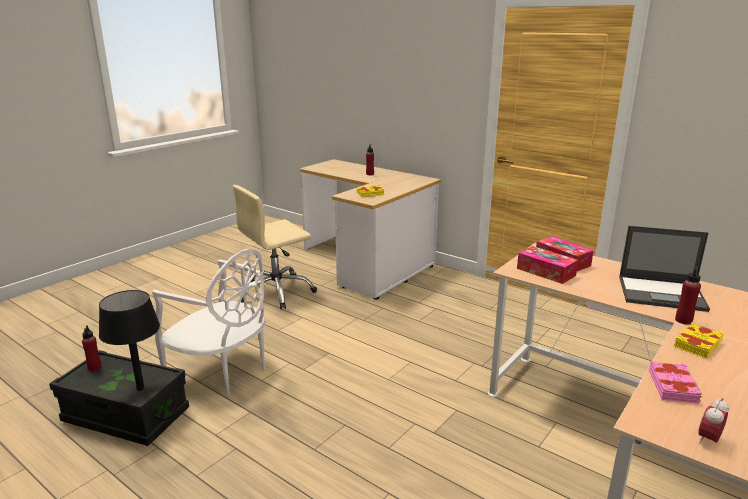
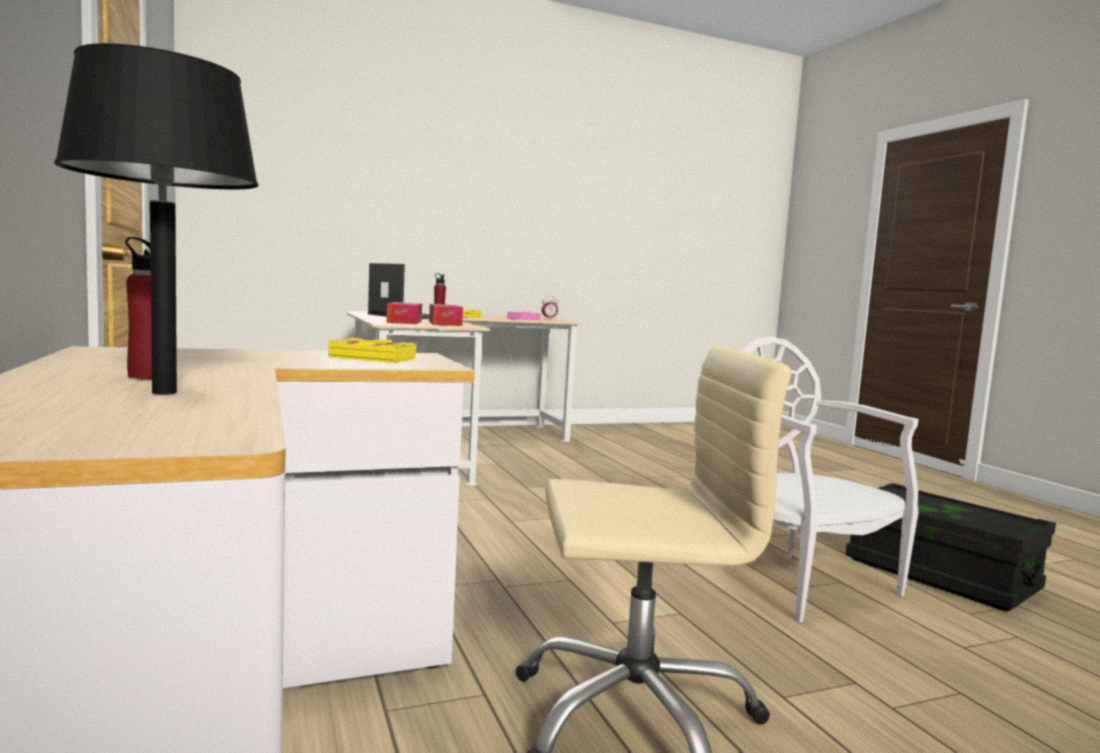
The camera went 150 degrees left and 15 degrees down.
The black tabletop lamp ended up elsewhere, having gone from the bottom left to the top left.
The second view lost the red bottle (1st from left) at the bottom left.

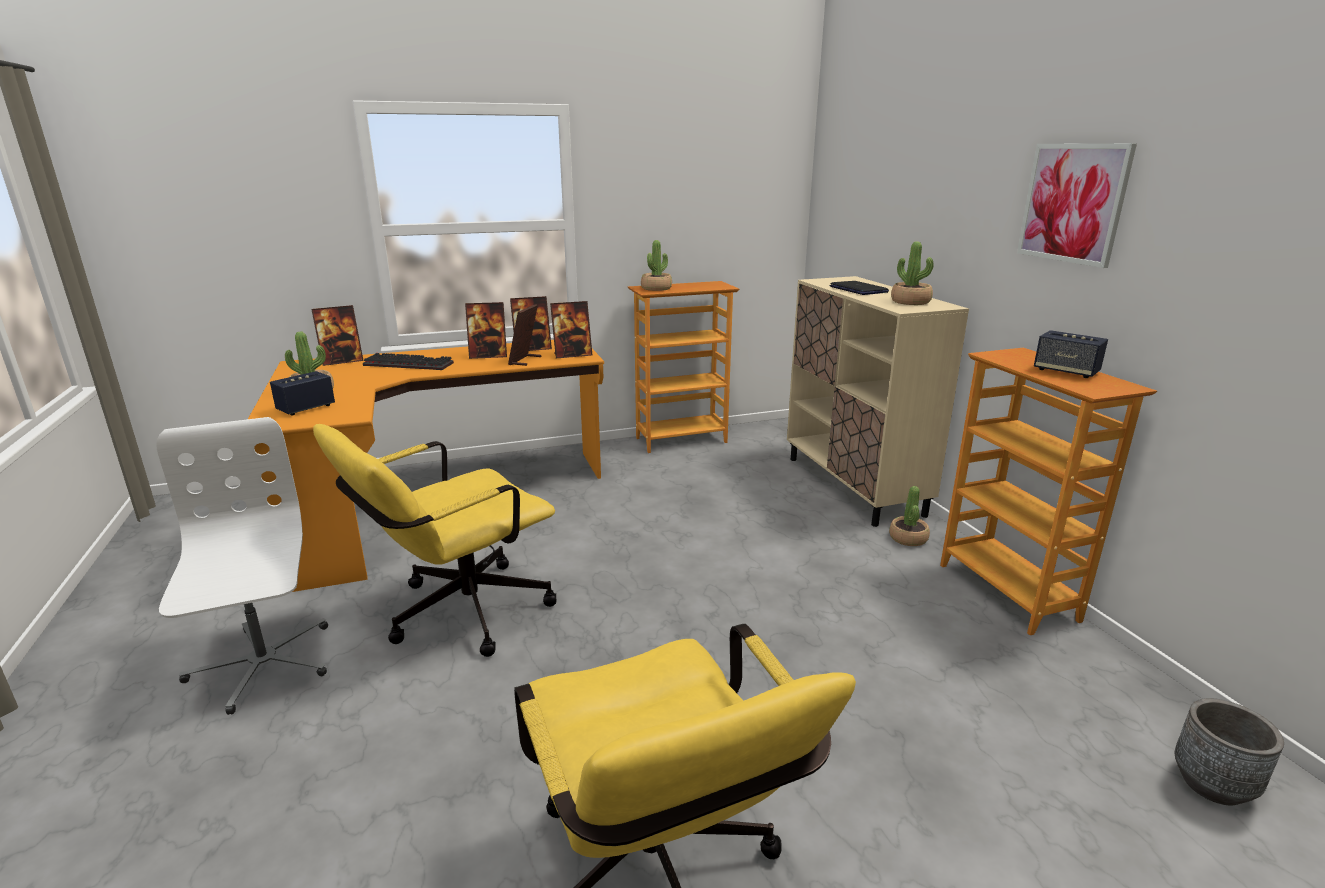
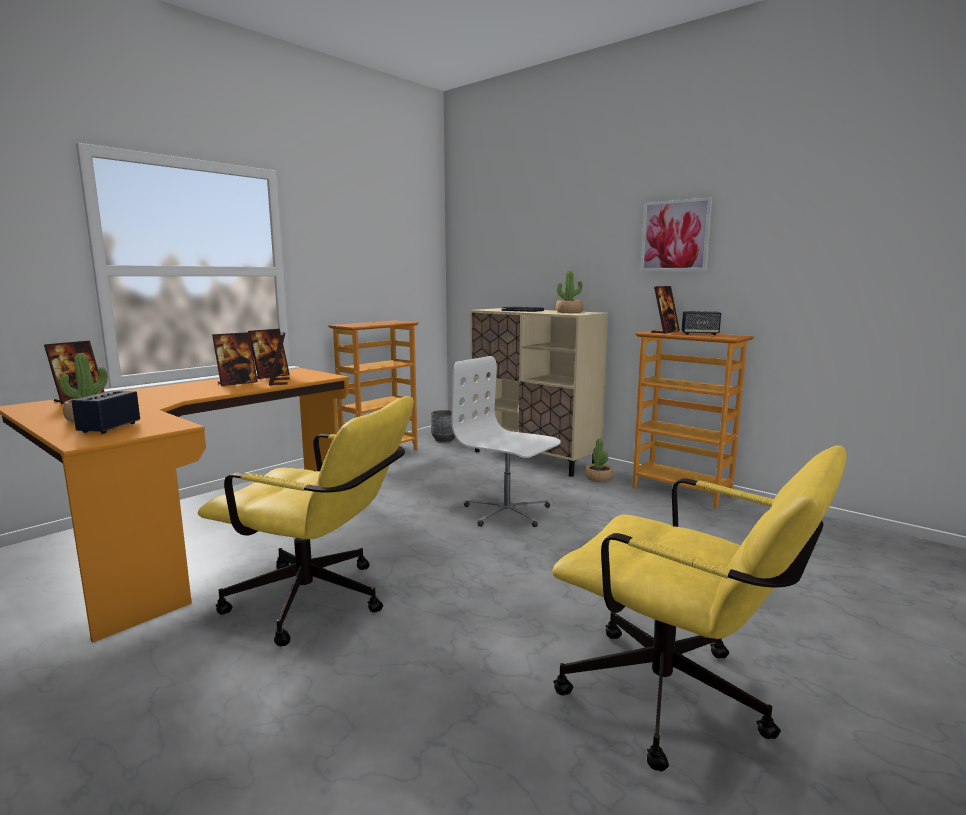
The camera went 30 degrees left and 10 degrees down.
The yellow office chair (1st from left) at the middle left ended up facing another way, 90 degrees counterclockwise from before.
The greyish planter ended up elsewhere, having gone from the bottom right to the centre.
The whitish office chair ended up elsewhere, having gone from the middle left to the centre.
The picture frame (5th from left) ended up elsewhere, having gone from the centre to the middle right.
The second view lost the computer keyboard at the middle left.
The second view lost the plant in a pot (2nd from left) at the top centre.

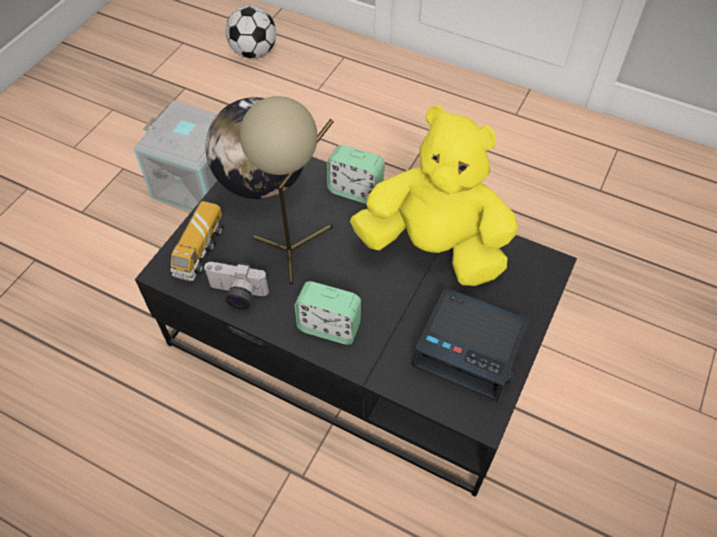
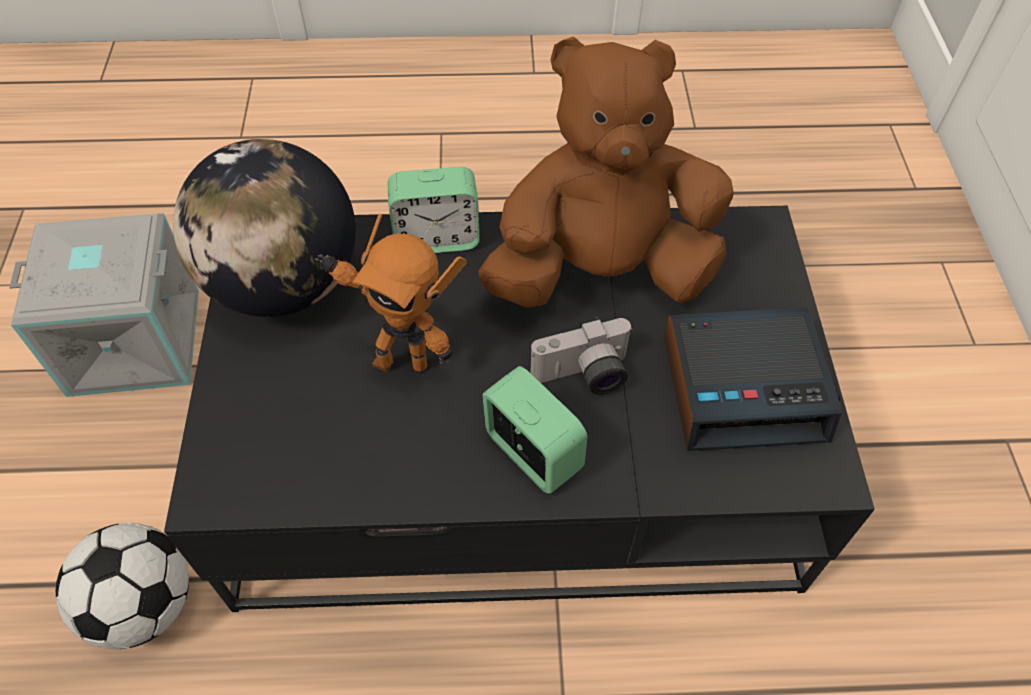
The camera went 30 degrees left and 0 degrees up.
The football ball ended up elsewhere, having gone from the top centre to the bottom left.
Where the beige-coloured tabletop lamp stood at the centre, the model robot came to stand at the centre.
What was the yellow soft toy at the centre turned into the brown soft toy at the top centre.
The bedside clock (1st from left in the first image) at the centre ended up facing another way, 120 degrees counterclockwise from before.
The photo camera ended up elsewhere, having gone from the middle left to the centre.
The second view lost the toy lorry at the middle left.

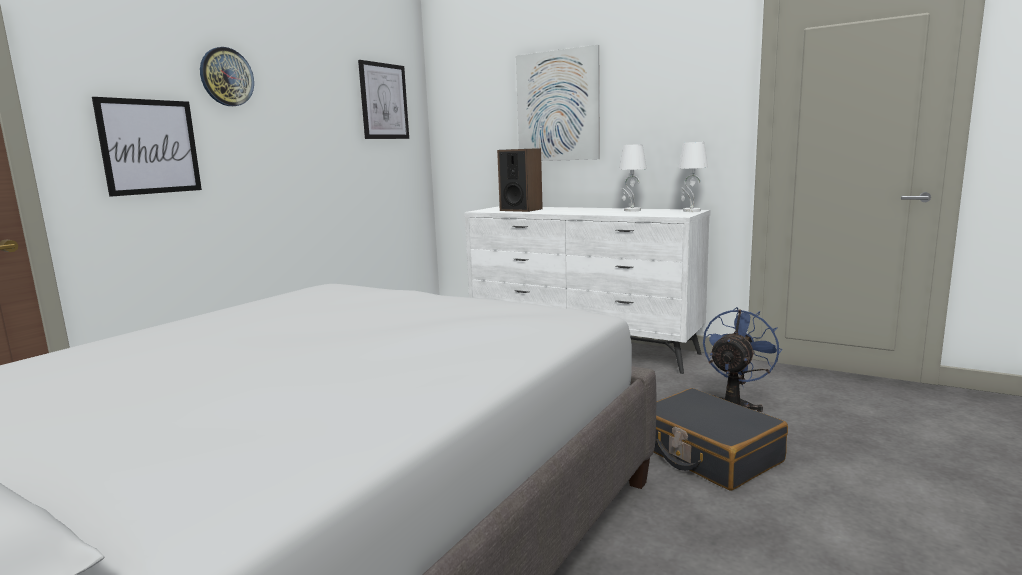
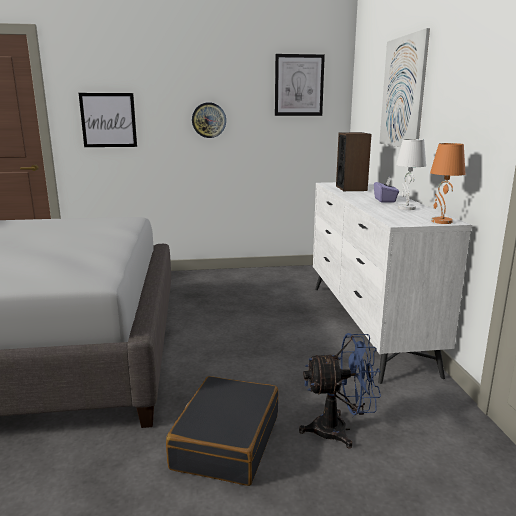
The camera went 50 degrees right and 5 degrees up.
The wall clock ended up elsewhere, having gone from the top left to the top centre.
The second view gained the purple-coloured tissue holder at the middle right.
What was the whitish tabletop lamp (2nd from left) at the top right turned into the orangey tabletop lamp at the middle right.

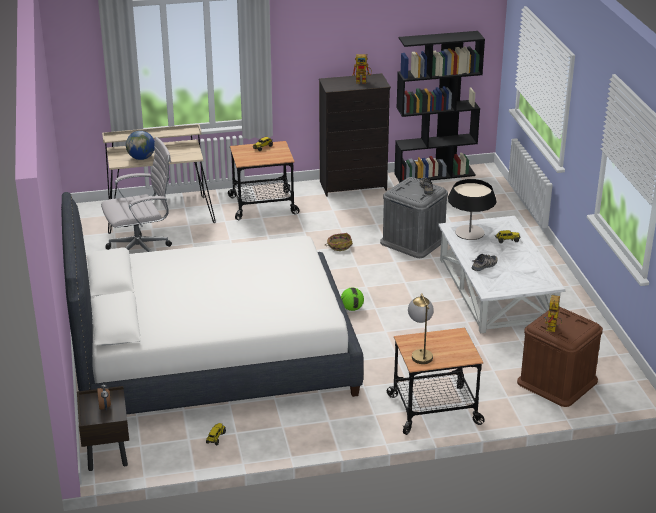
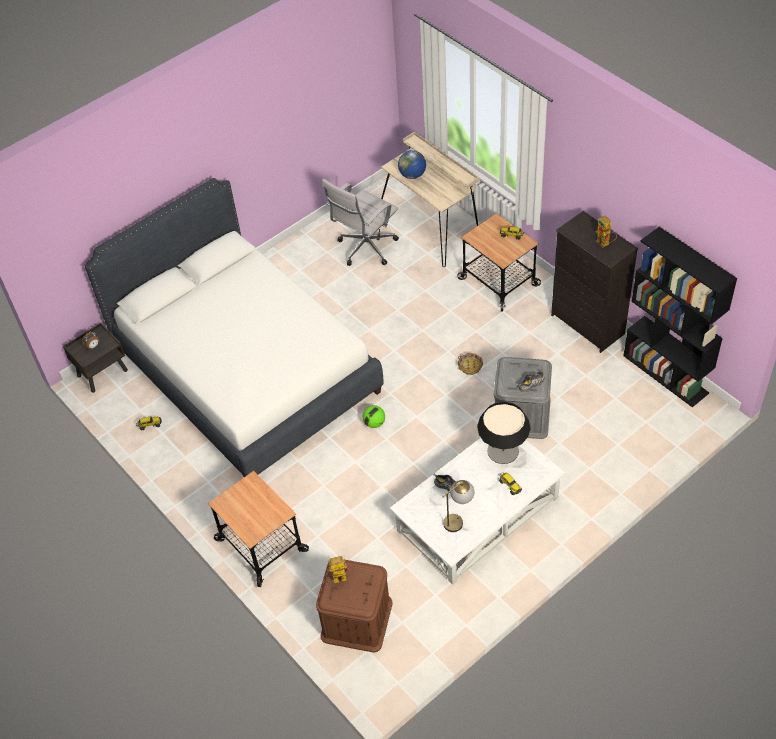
The camera went 65 degrees right and 20 degrees up.
The whitish office chair at the middle left ended up facing another way, 90 degrees clockwise from before.
The tabletop lamp (1st from left) ended up elsewhere, having gone from the centre to the bottom centre.

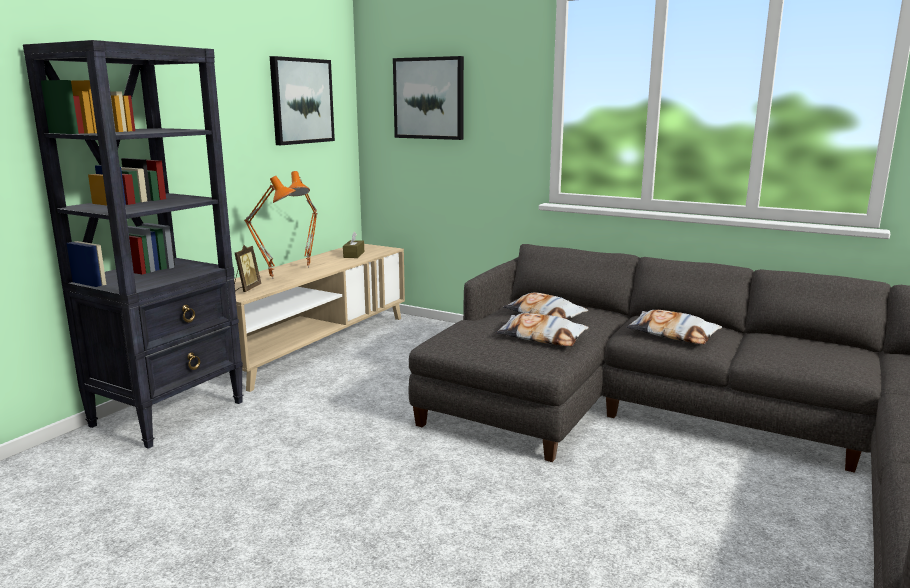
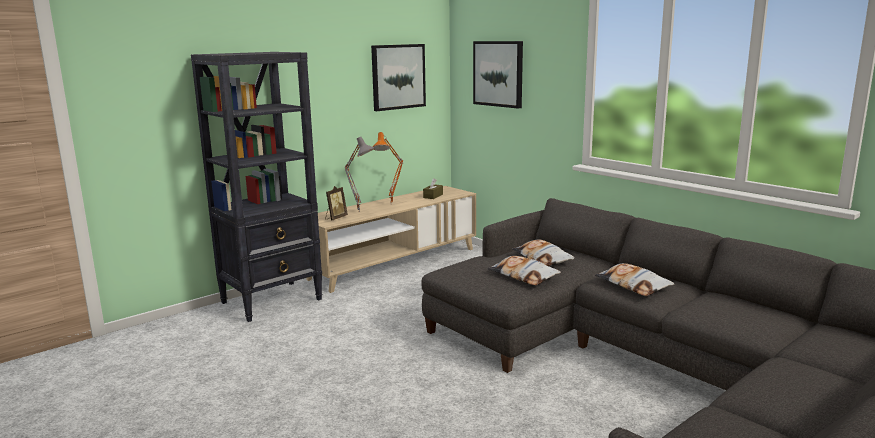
The camera went 20 degrees right and 0 degrees up.
What was the orangey tabletop lamp (1st from left) at the middle left turned into the greyish tabletop lamp at the centre.

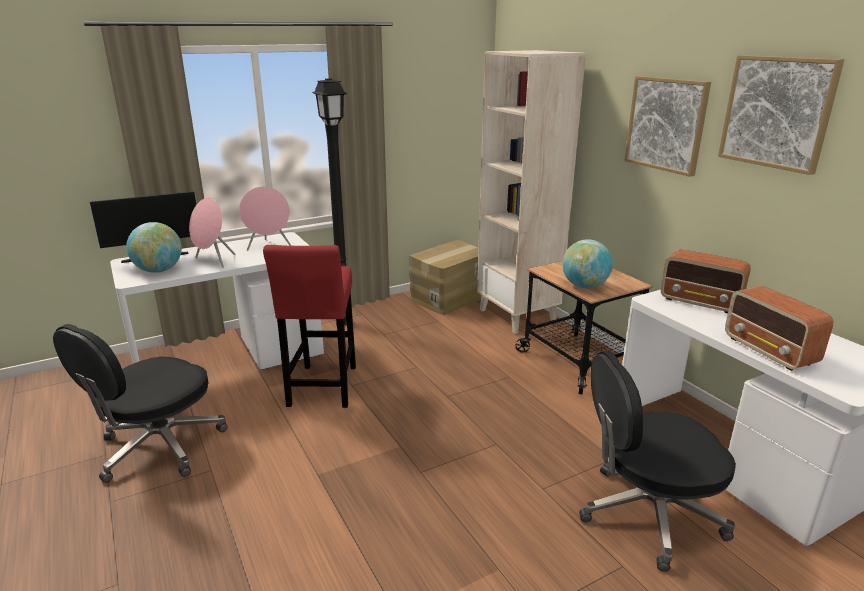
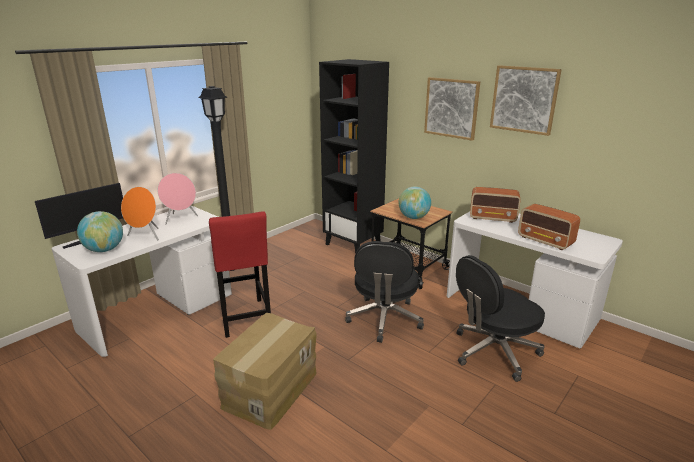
The camera went 20 degrees left and 0 degrees up.
What was the pinkish speaker (1st from left) at the middle left turned into the orangey speaker at the middle left.
The carton ended up elsewhere, having gone from the centre to the bottom centre.
What was the beige-coloured shelving unit at the top centre turned into the black shelving unit at the centre.
The black office chair (1st from left) ended up elsewhere, having gone from the bottom left to the centre.

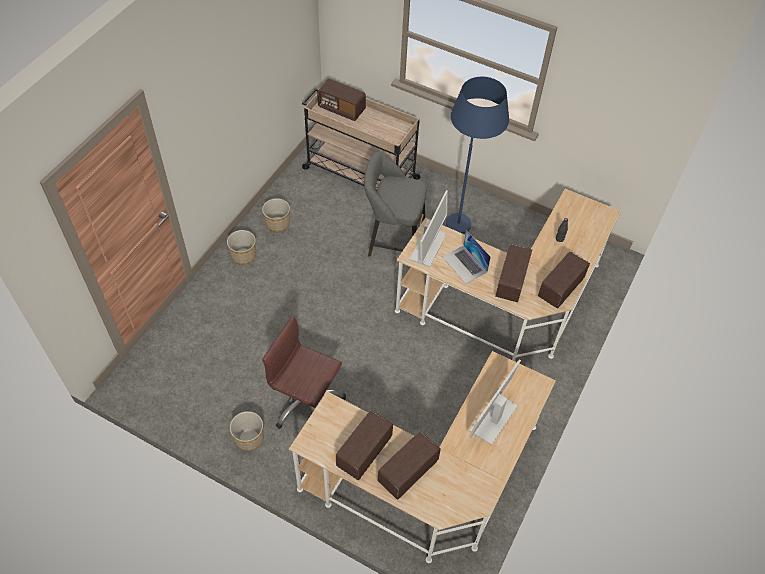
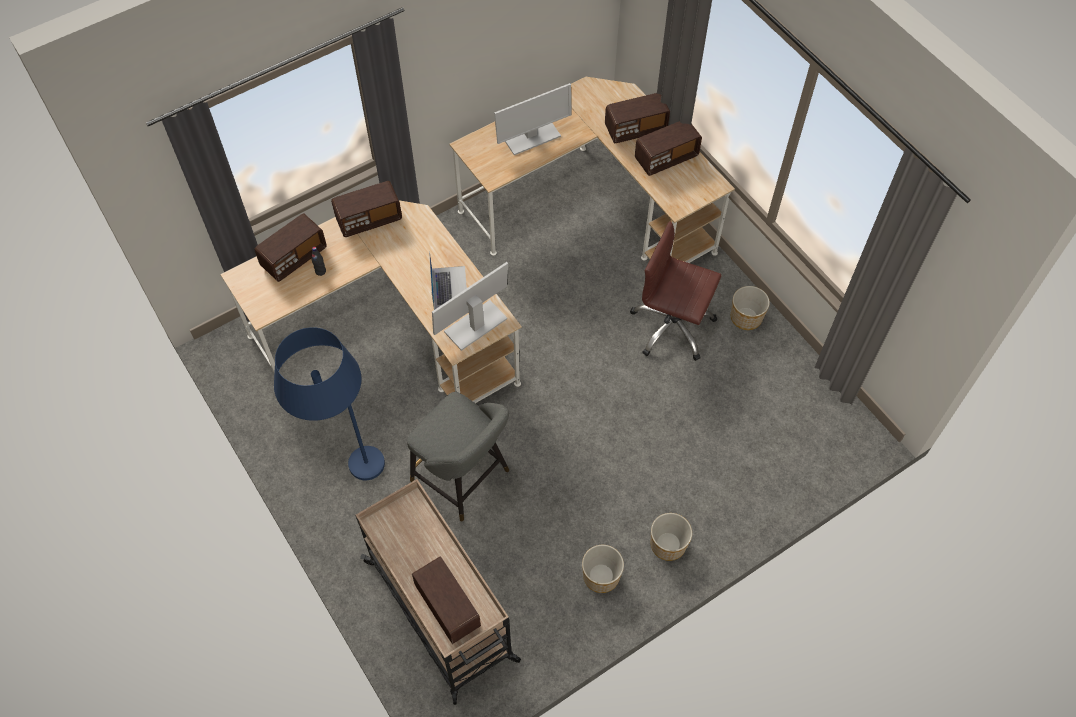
The camera went 150 degrees left and 5 degrees up.
The radio set (4th from left in the first image) ended up elsewhere, having gone from the middle right to the middle left.
The brown office chair at the centre ended up facing another way, 150 degrees clockwise from before.

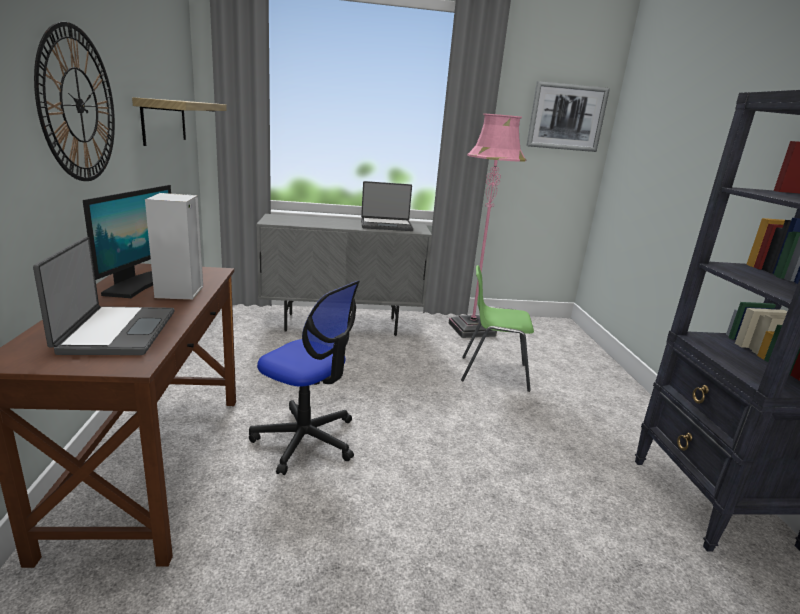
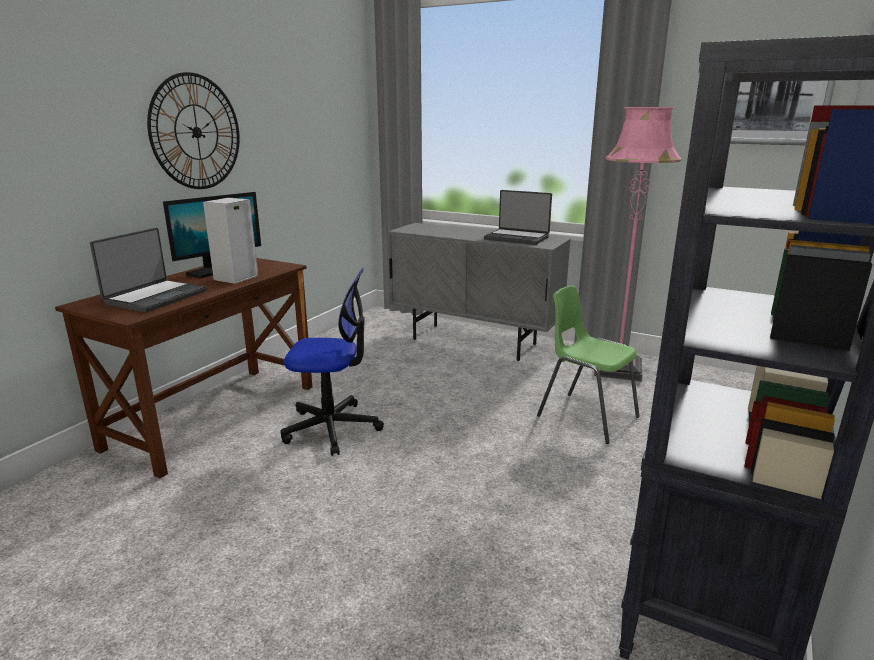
The camera went 35 degrees right and 0 degrees up.
The office chair at the centre ended up facing another way, 60 degrees counterclockwise from before.
The second view lost the bracket shelf at the top left.

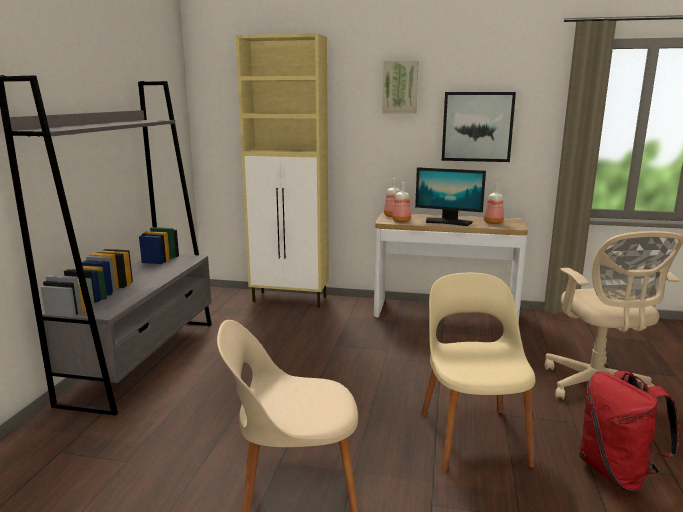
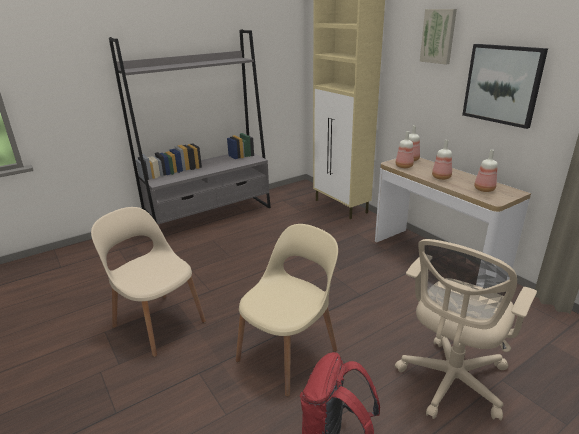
The camera went 45 degrees right and 10 degrees up.
Where the computer screen stood at the centre, the bottle (3rd from left) came to stand at the middle right.

